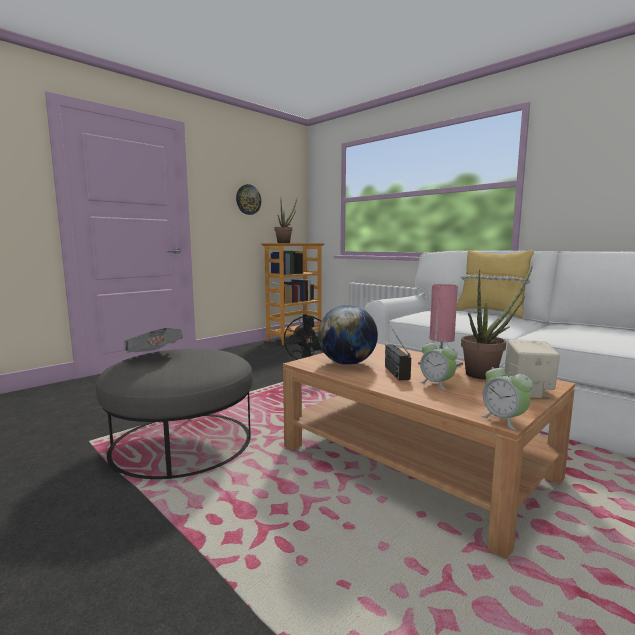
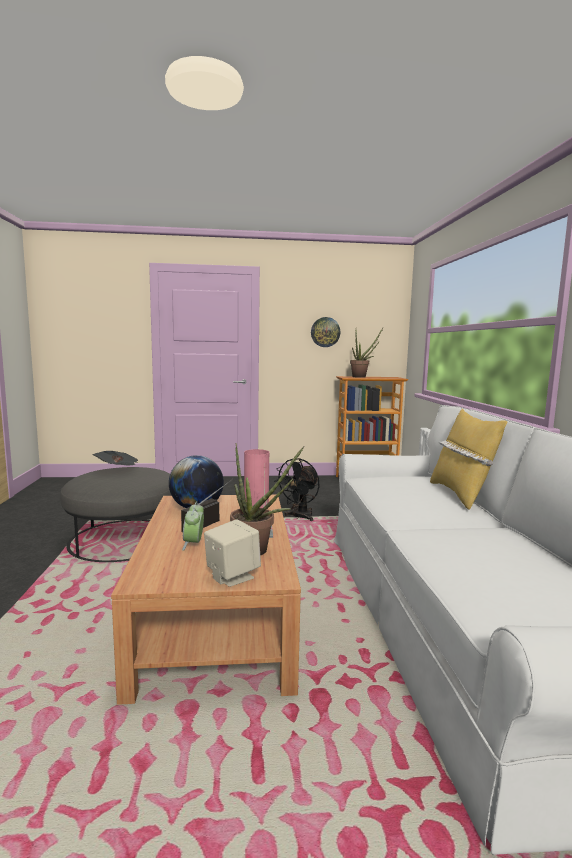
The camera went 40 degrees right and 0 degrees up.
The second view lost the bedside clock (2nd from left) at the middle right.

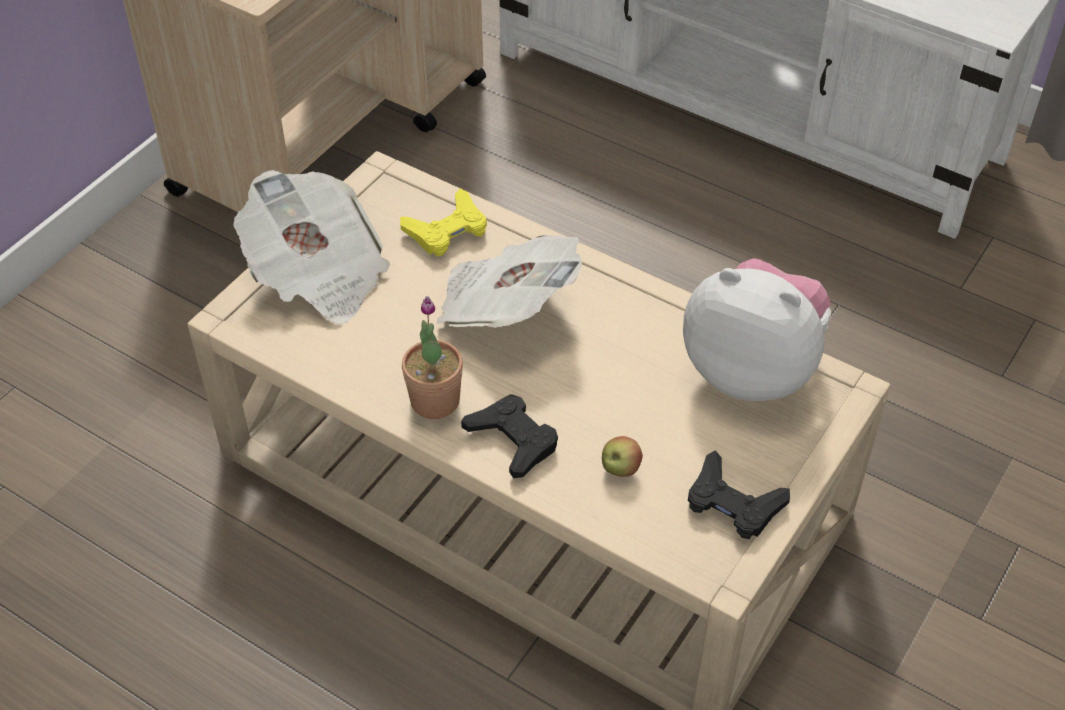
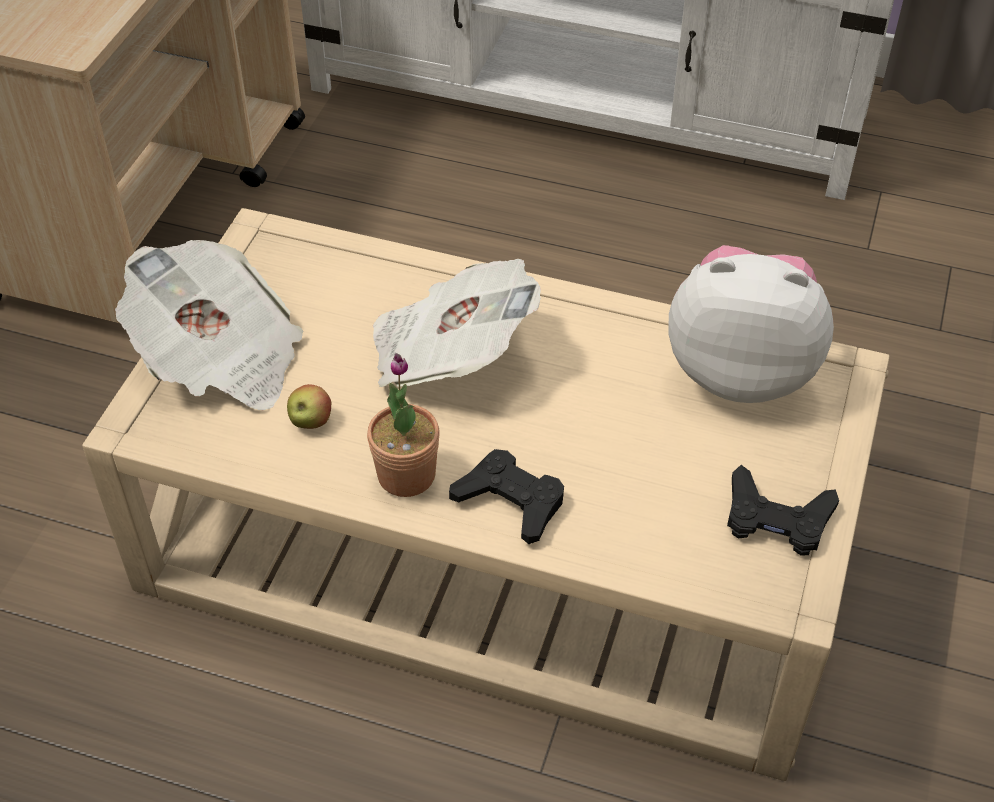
The camera went 15 degrees left and 0 degrees up.
The apple ended up elsewhere, having gone from the centre to the middle left.
The second view lost the yellow gamepad at the top centre.

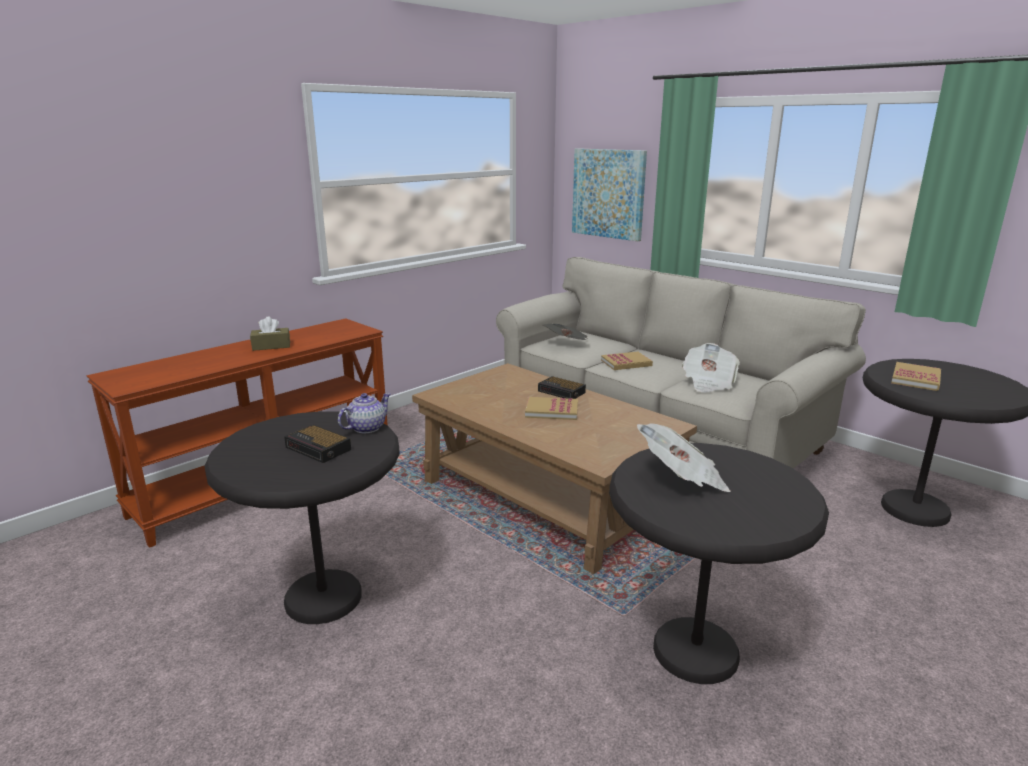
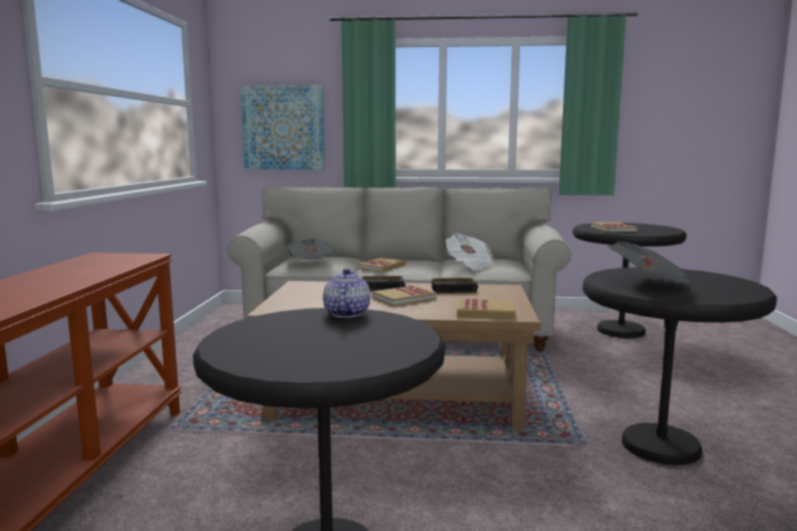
The camera went 40 degrees left and 10 degrees down.
The bedside clock (1st from left in the first image) ended up elsewhere, having gone from the middle left to the centre.
The second view gained the volume (3rd from left) at the centre.
The second view lost the brown tissue holder at the middle left.

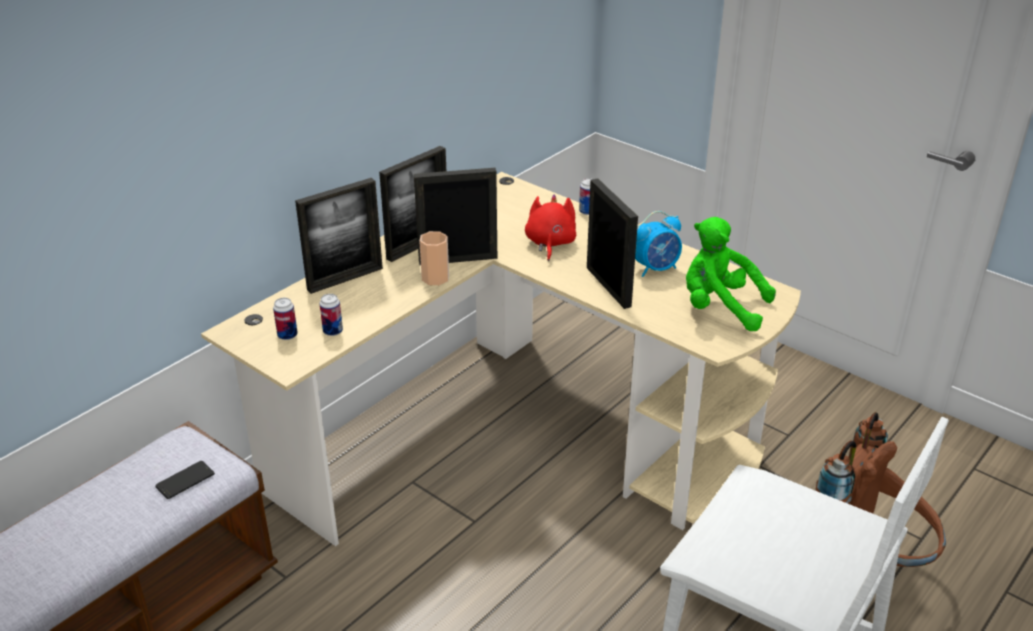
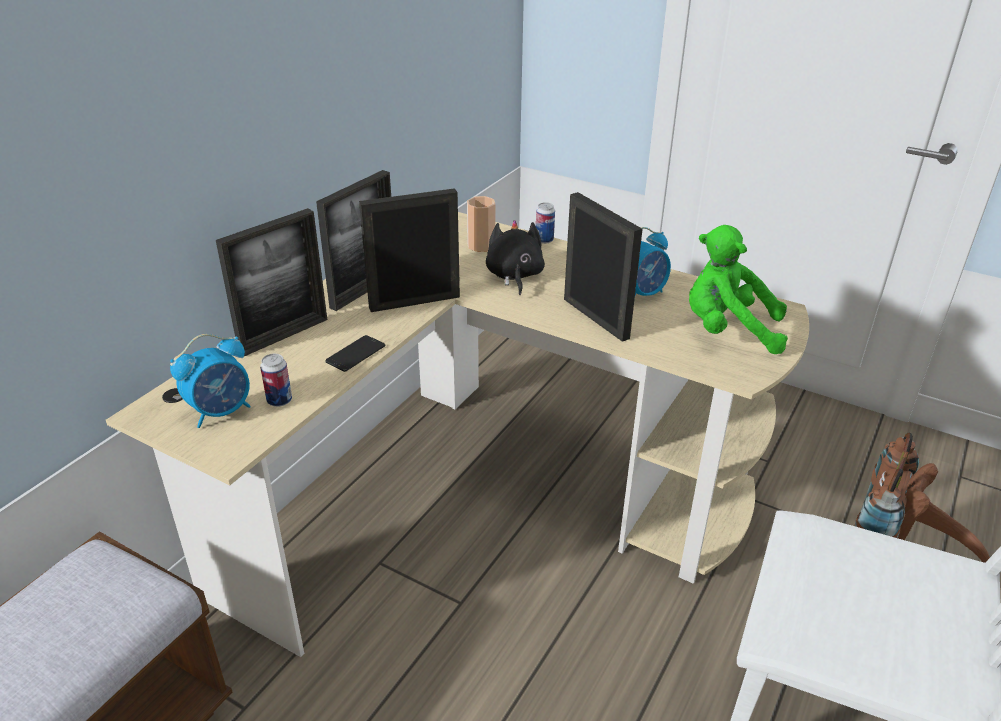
The camera went 10 degrees left and 0 degrees up.
Where the metal can (1st from left) stood at the middle left, the bedside clock (1st from left) came to stand at the middle left.
The phone ended up elsewhere, having gone from the bottom left to the centre.
The small cup ended up elsewhere, having gone from the centre to the top centre.
What was the red soft toy at the centre turned into the black soft toy at the centre.

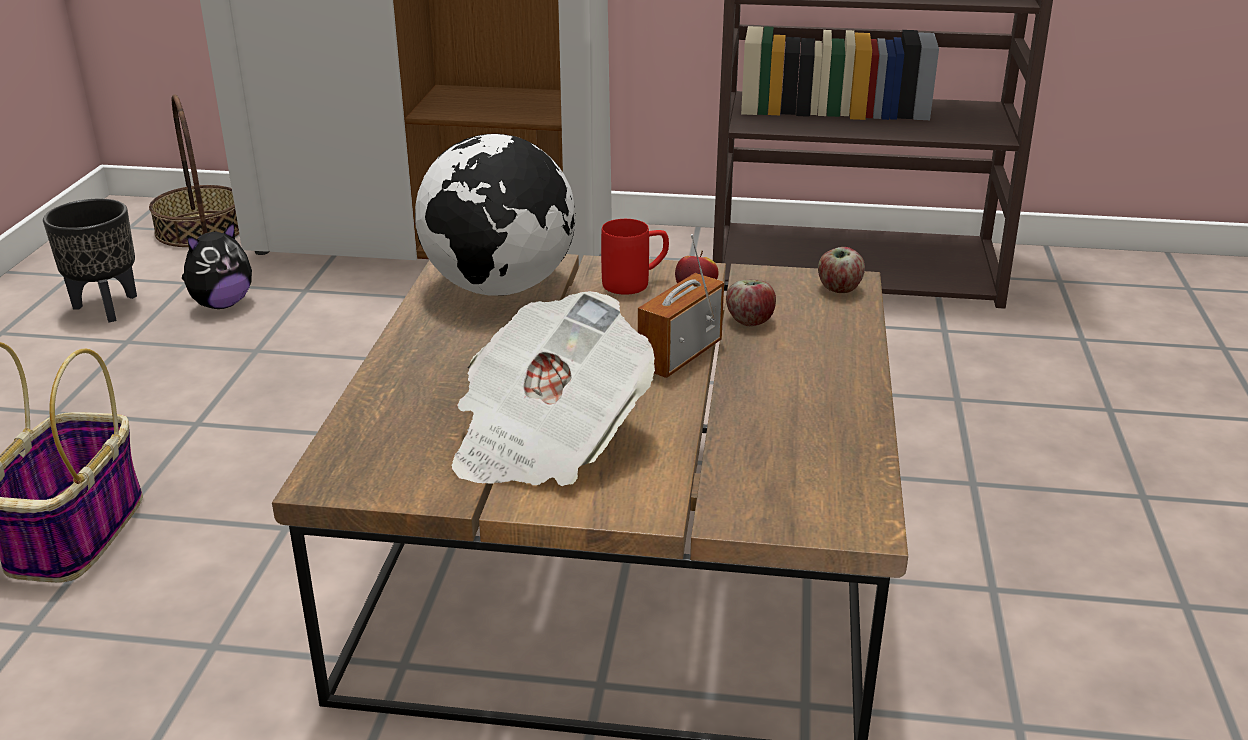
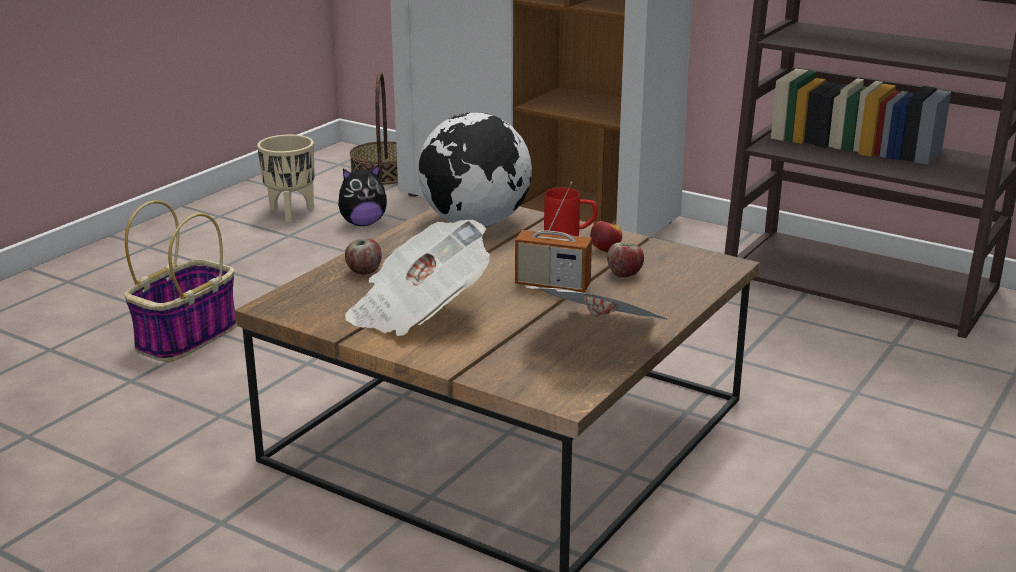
The camera went 25 degrees right and 5 degrees down.
What was the black planter at the middle left turned into the beige-coloured planter at the top left.
The apple (3rd from left in the first image) ended up elsewhere, having gone from the middle right to the centre.
The radio set at the centre ended up facing another way, 135 degrees counterclockwise from before.
The second view gained the newspaper (2nd from left) at the centre.

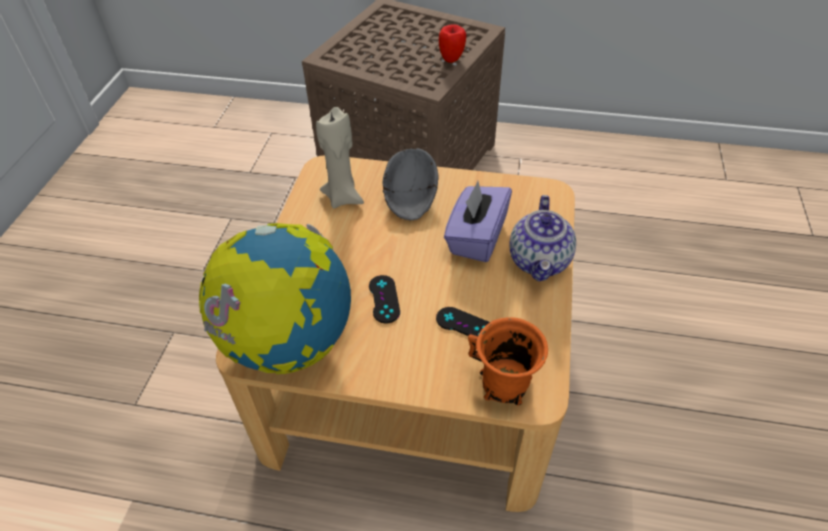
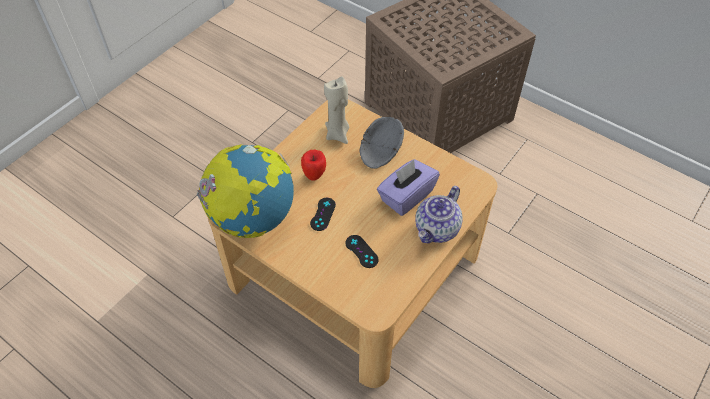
The camera went 25 degrees right and 5 degrees up.
The apple ended up elsewhere, having gone from the top centre to the centre.
The second view lost the orangey tea mug at the bottom centre.

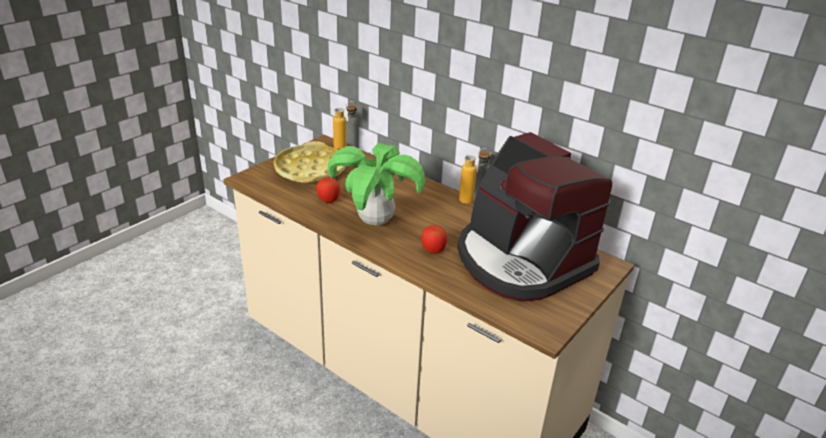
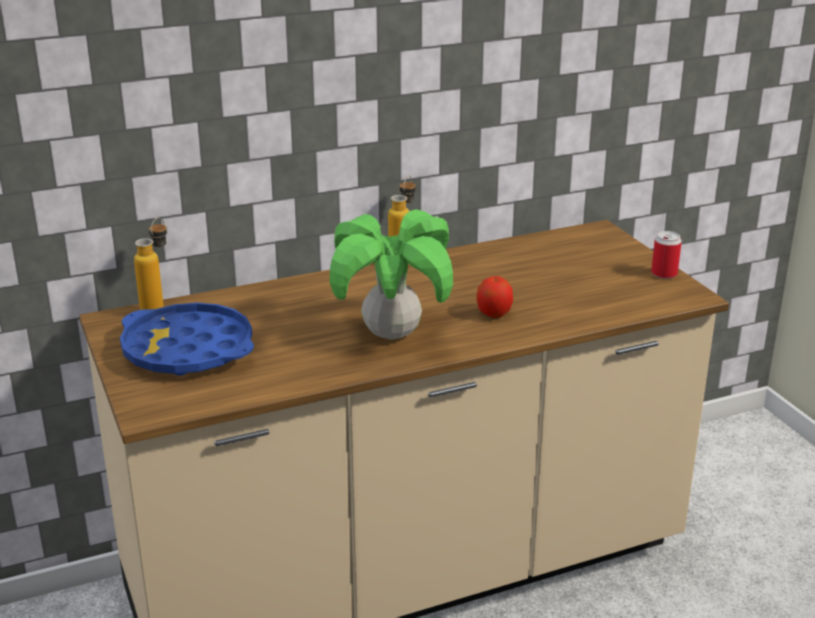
The camera went 60 degrees left and 5 degrees down.
What was the yellow tray at the centre turned into the bluish tray at the middle left.
The second view gained the metal can at the middle right.
The second view lost the apple (1st from left) at the centre.
The second view lost the coffee maker at the centre.

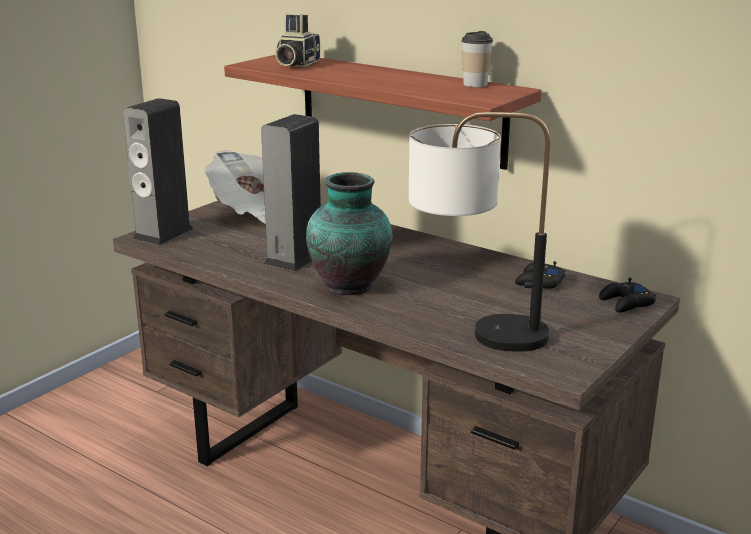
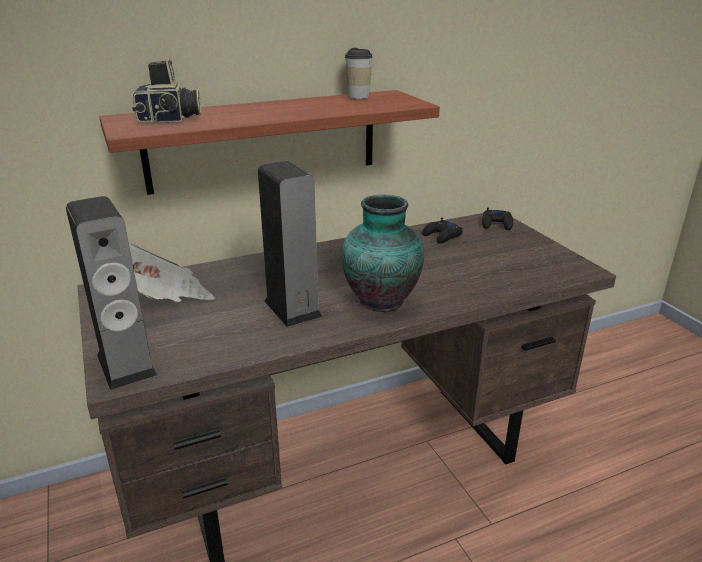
The camera went 60 degrees left and 5 degrees up.
The photo camera at the top centre ended up facing another way, 60 degrees counterclockwise from before.
The second view lost the tabletop lamp at the centre.

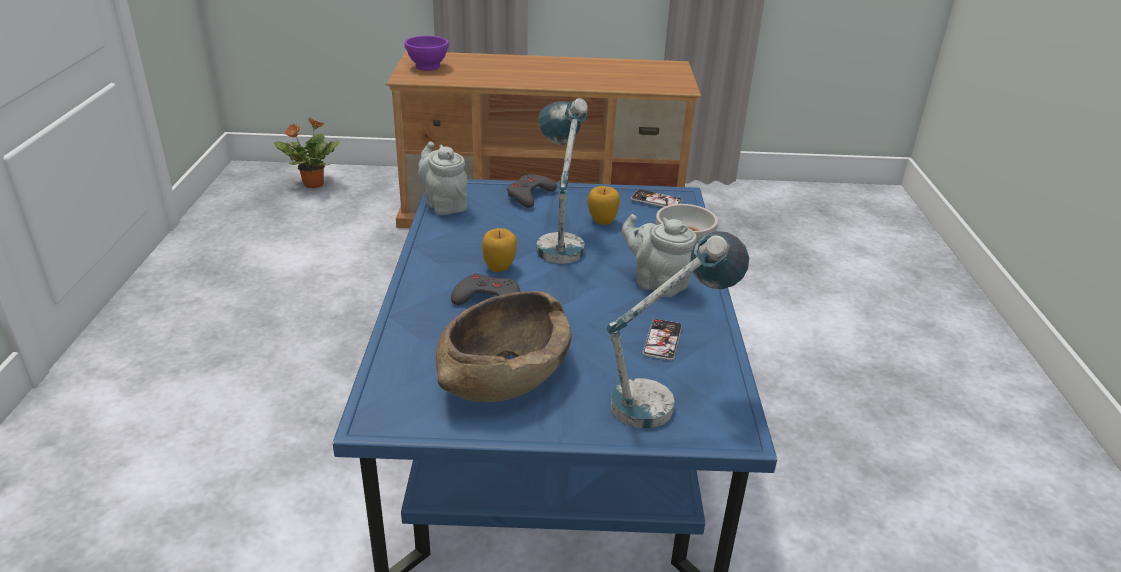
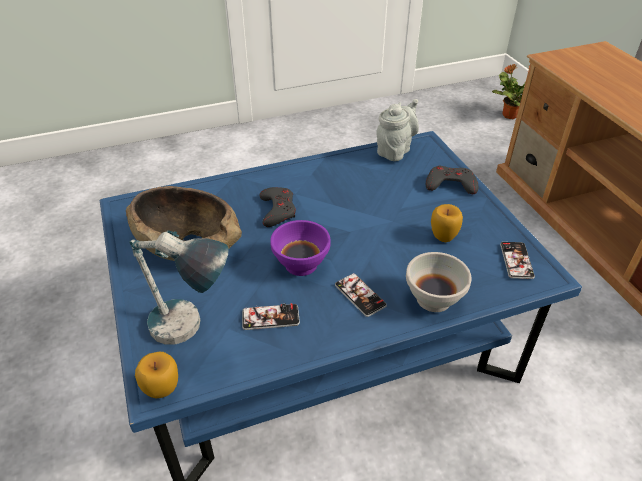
The camera went 70 degrees right and 10 degrees up.
The apple (1st from left) ended up elsewhere, having gone from the centre to the bottom left.
The purple-coloured serving bowl ended up elsewhere, having gone from the top centre to the centre.
Where the greyish teapot (2nd from left) stood at the centre, the phone (2nd from left) came to stand at the centre.
The second view lost the tabletop lamp (1st from left) at the top centre.

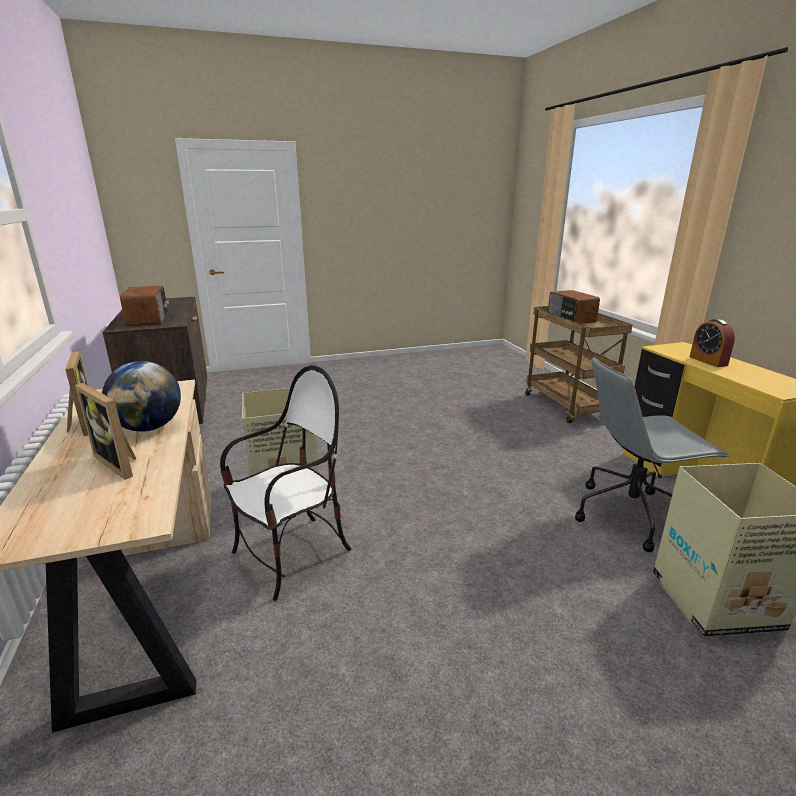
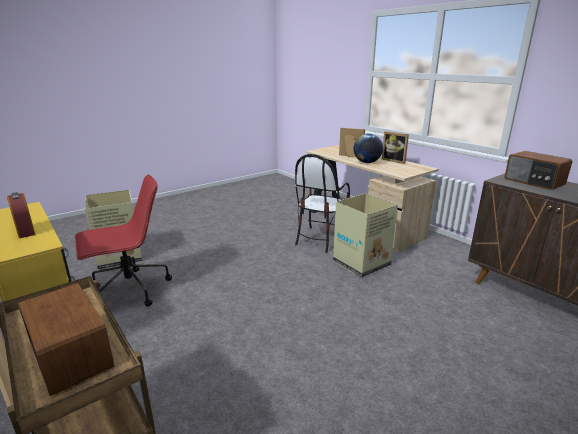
The camera went 160 degrees right and 0 degrees up.
What was the greyish office chair at the middle right turned into the red office chair at the middle left.

